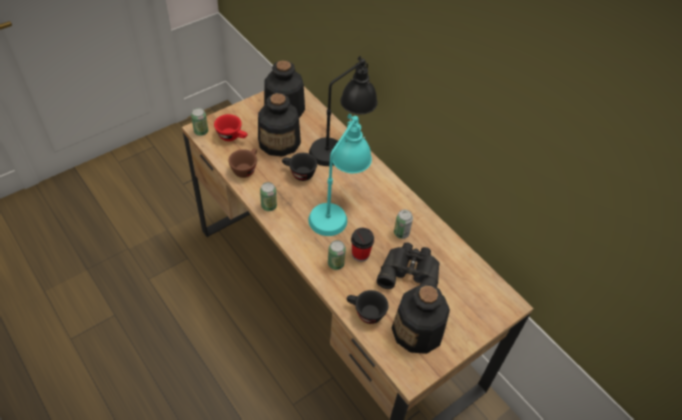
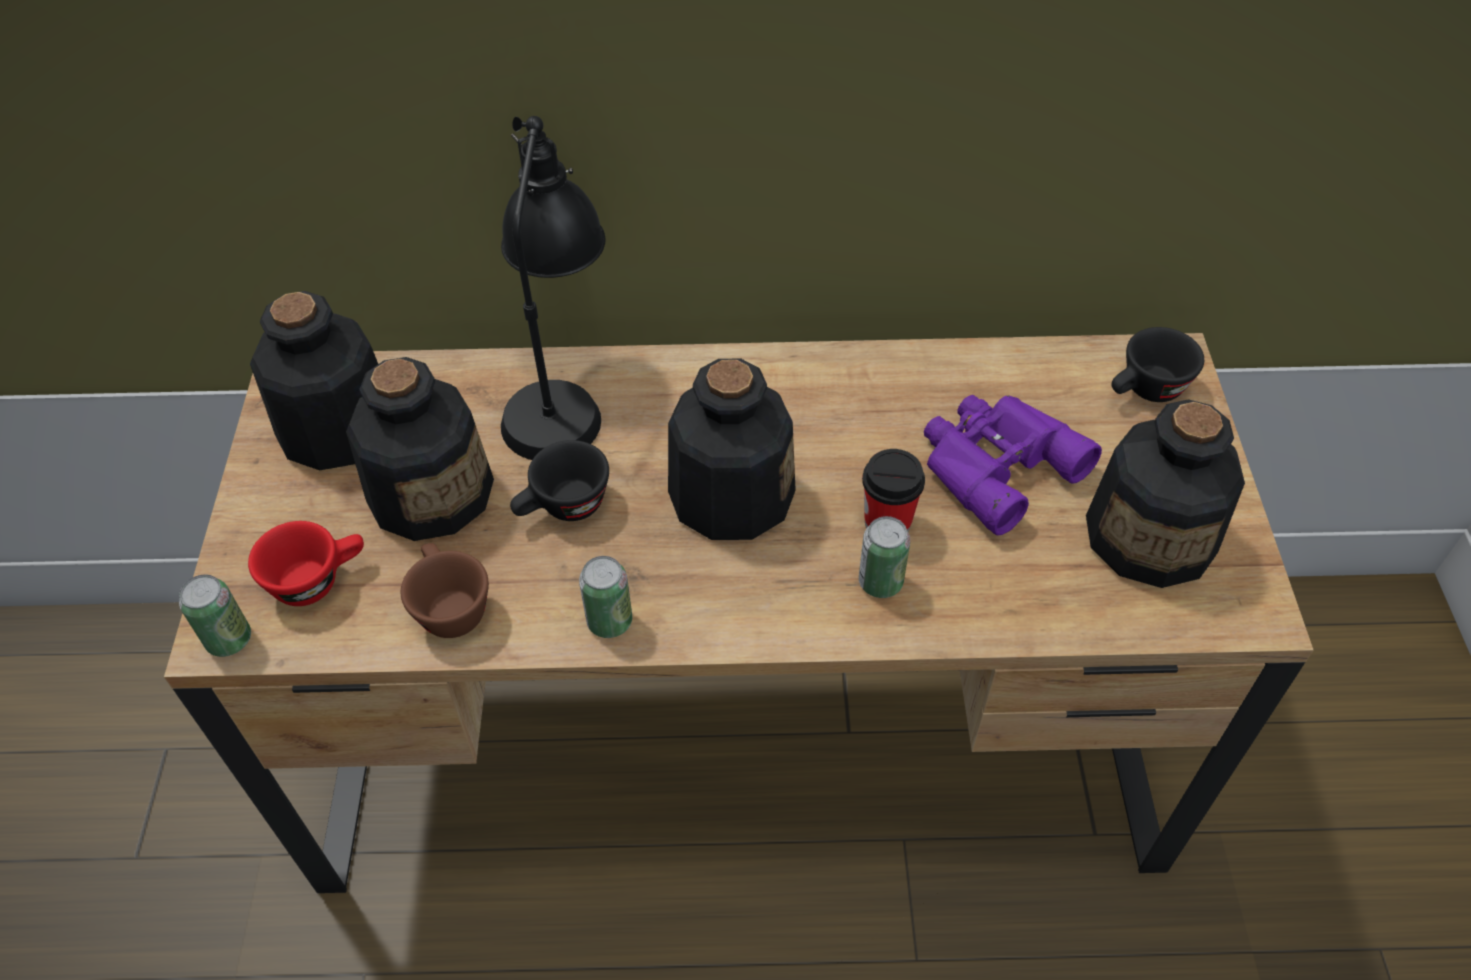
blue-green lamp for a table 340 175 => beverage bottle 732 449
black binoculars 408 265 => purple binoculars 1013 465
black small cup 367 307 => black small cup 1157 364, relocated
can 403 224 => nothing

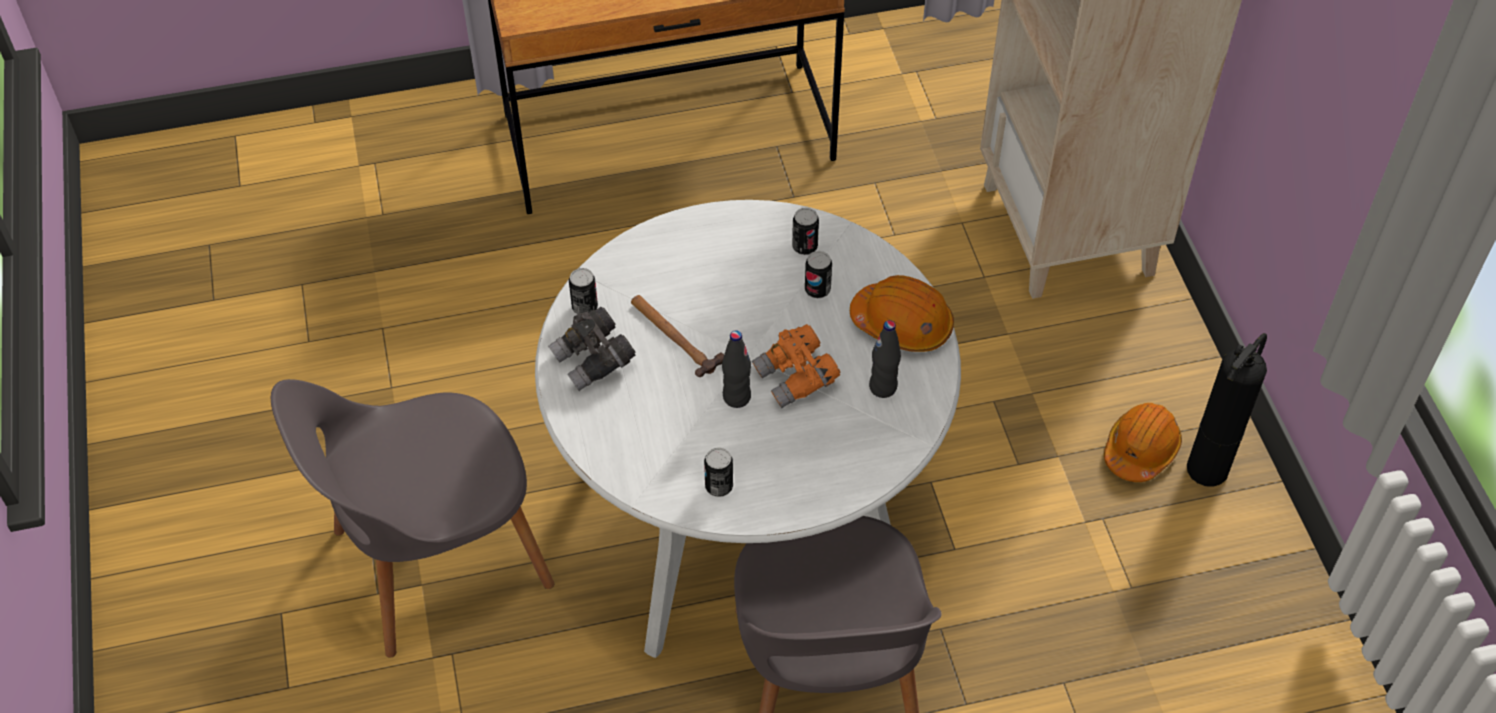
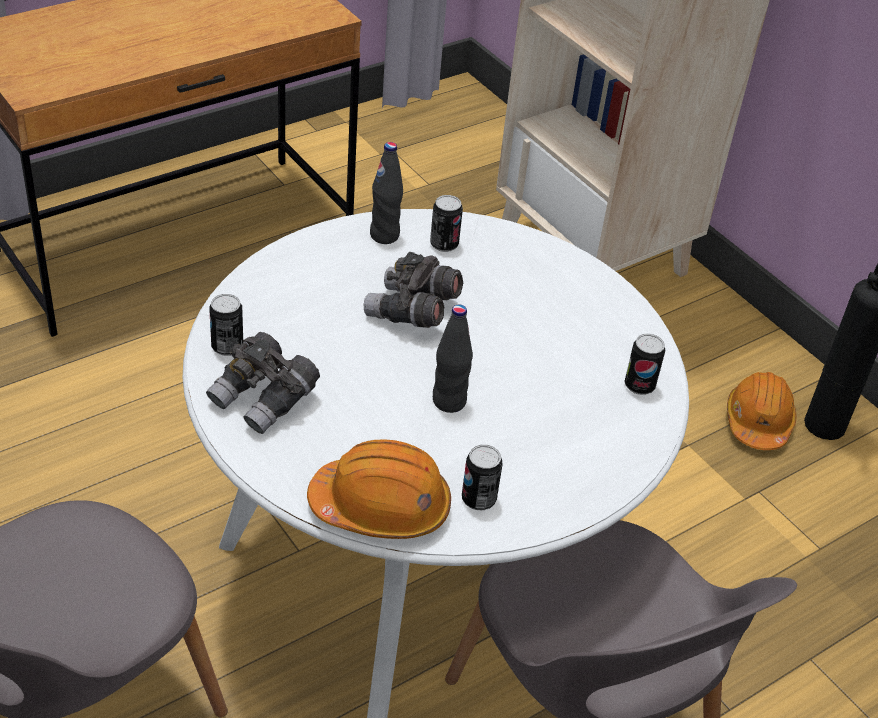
orangey hard hat 902 313 => orangey hard hat 379 489, relocated
nothing => greyish binoculars 413 290
black beverage bottle 885 359 => black beverage bottle 386 193, relocated
can 818 274 => can 644 364, relocated
tool hammer 677 336 => nothing
orangey binoculars 796 366 => nothing

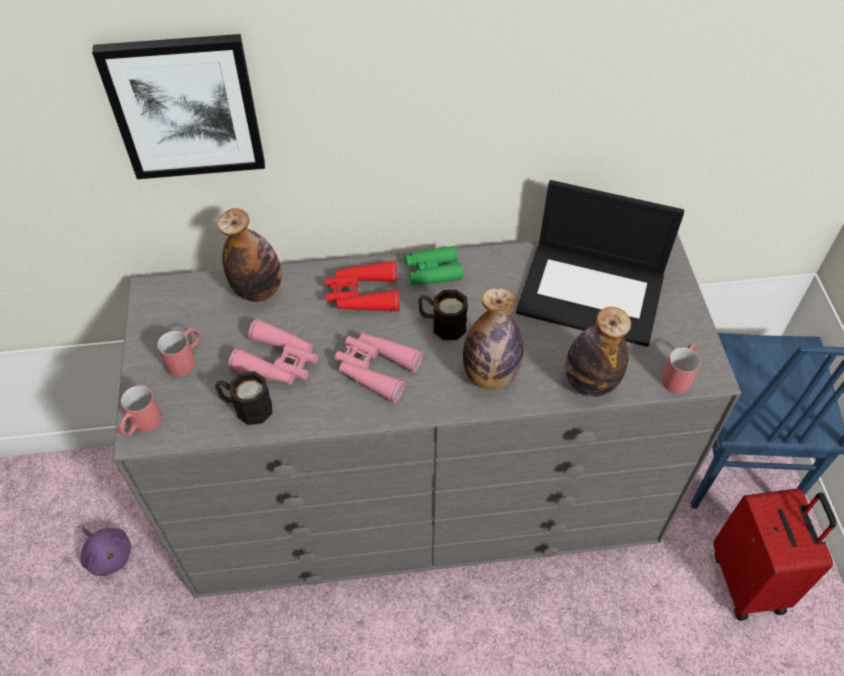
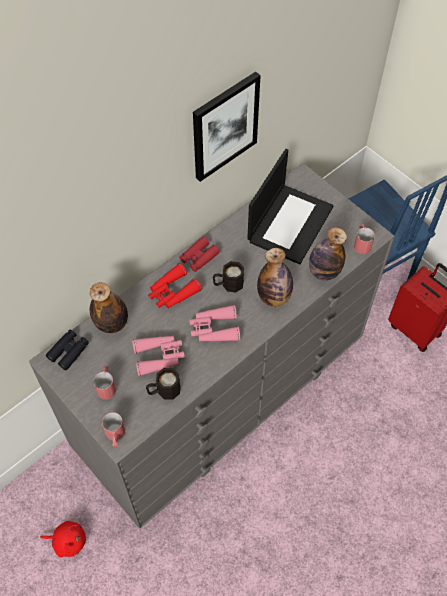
purple plush toy 105 551 => red-coloured plush toy 63 539
nothing => black binoculars 67 350
green-coloured binoculars 434 265 => red-coloured binoculars 199 254
picture 178 106 => picture 227 127, relocated
notebook computer 600 263 => notebook computer 290 206, 45 degrees counterclockwise

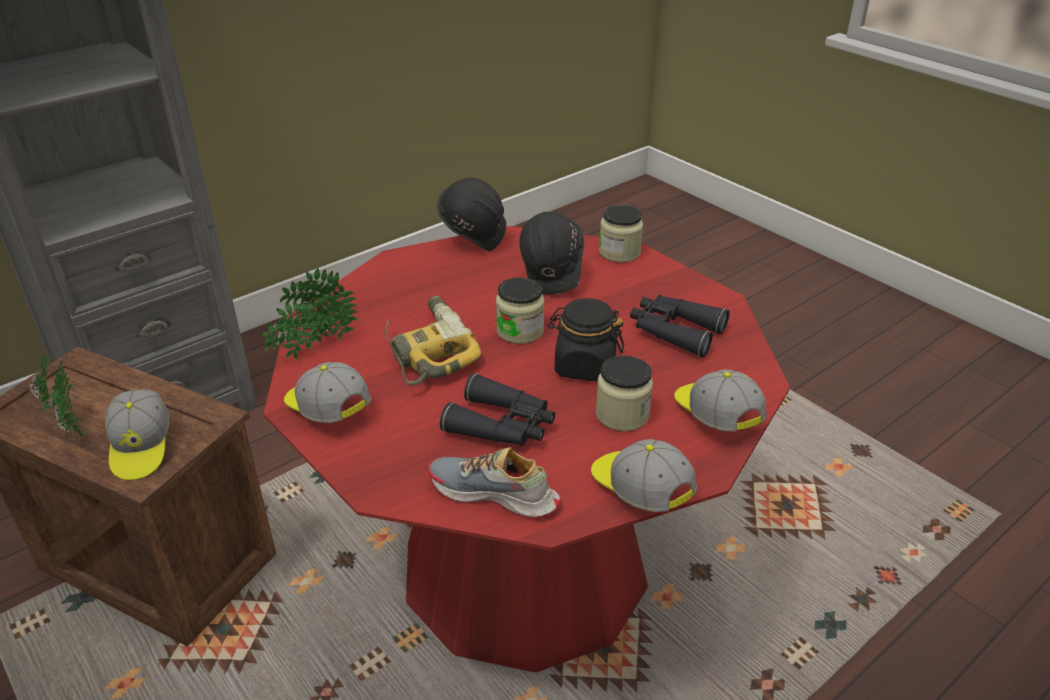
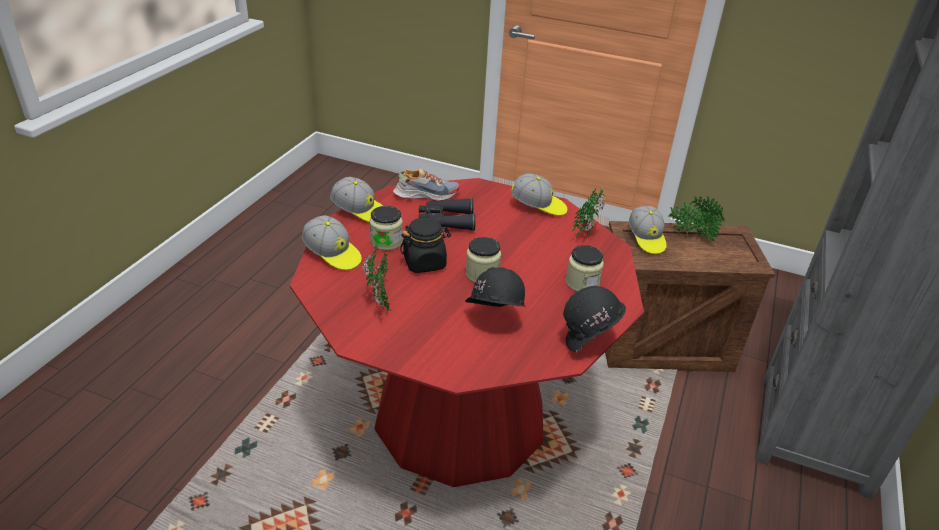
black binoculars 680 326 => houseplant 377 277
jar 621 233 => jar 585 268, relocated
baseball cap 137 435 => baseball cap 648 230, 150 degrees counterclockwise
drill 433 341 => nothing

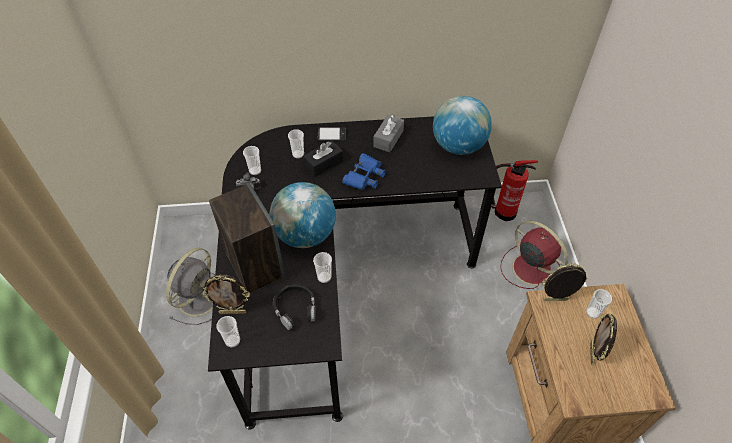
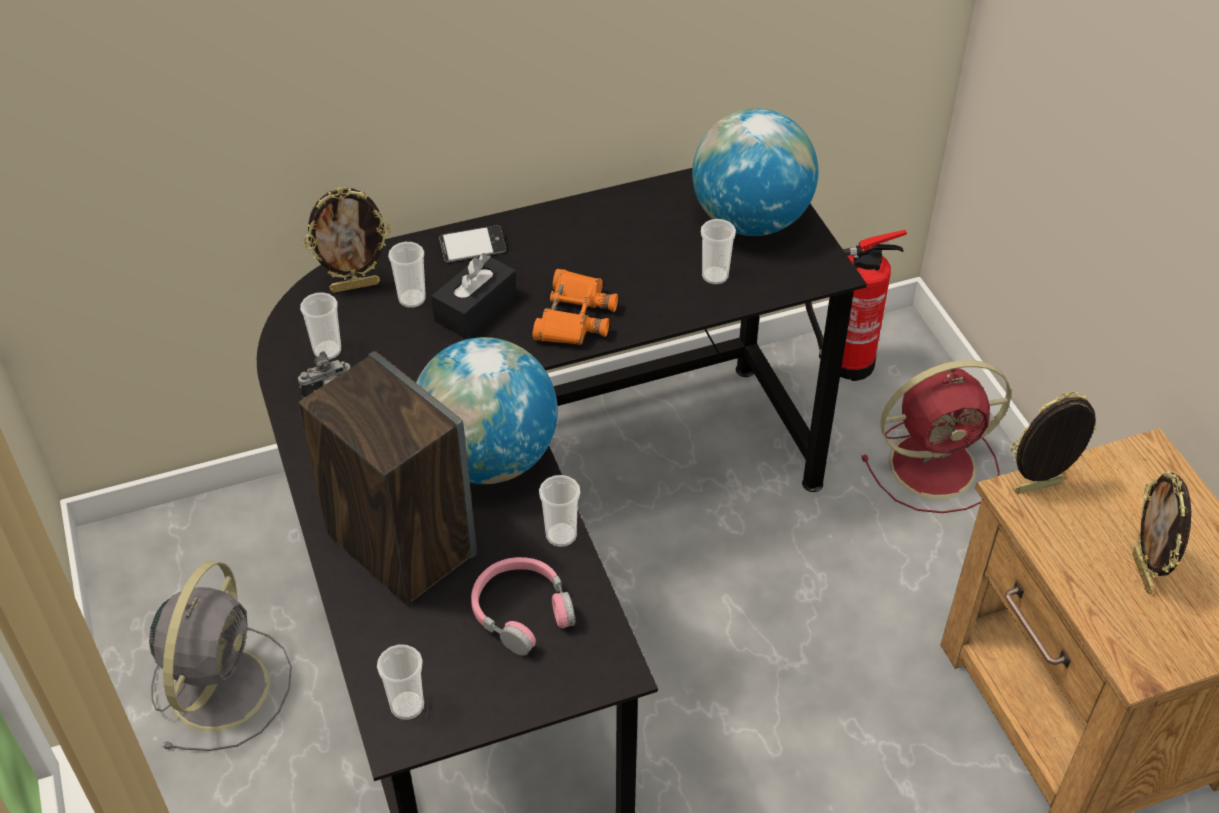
picture frame 225 294 => picture frame 347 240, relocated
black pair of headphones 294 307 => pinkish pair of headphones 523 606
bluish binoculars 364 171 => orangey binoculars 575 307
small cup 599 304 => small cup 718 252, relocated
red-coloured fan 534 255 => red-coloured fan 936 436, 135 degrees clockwise
greyish tissue box 388 133 => nothing

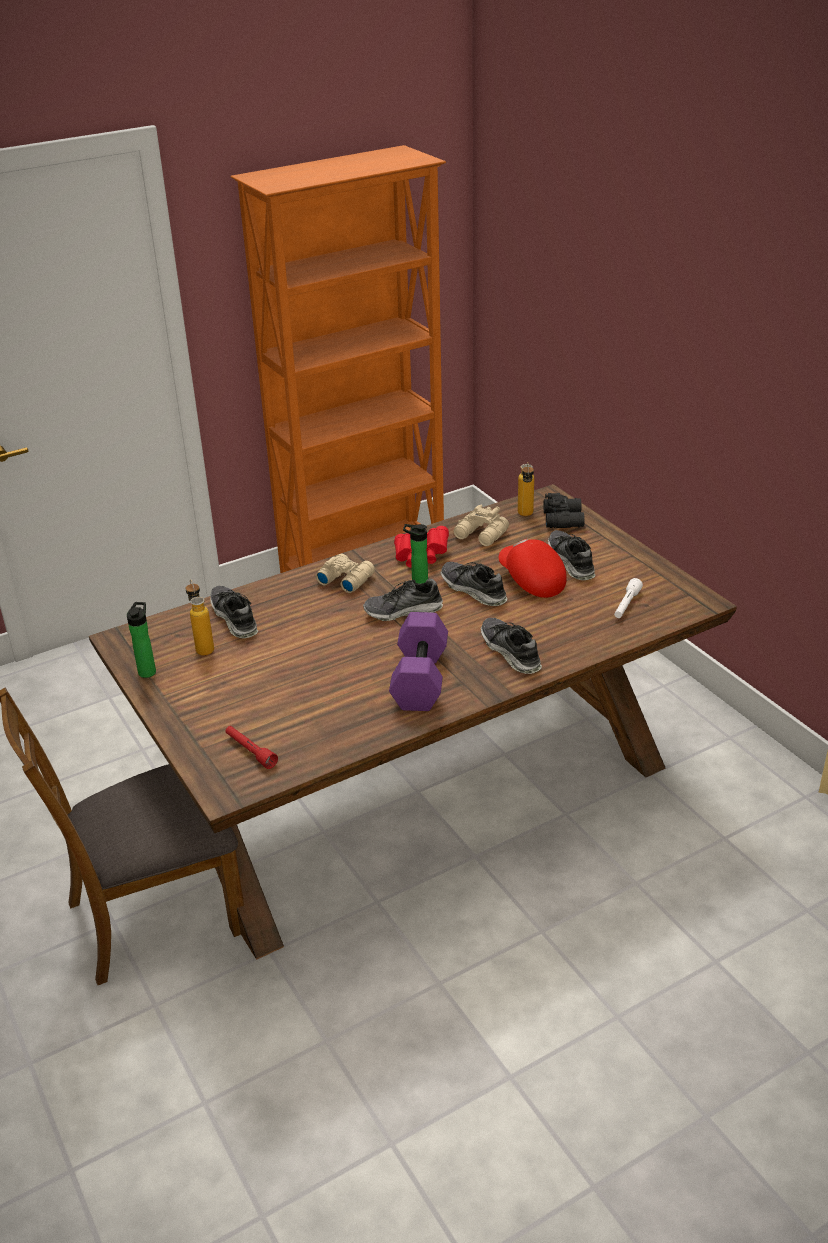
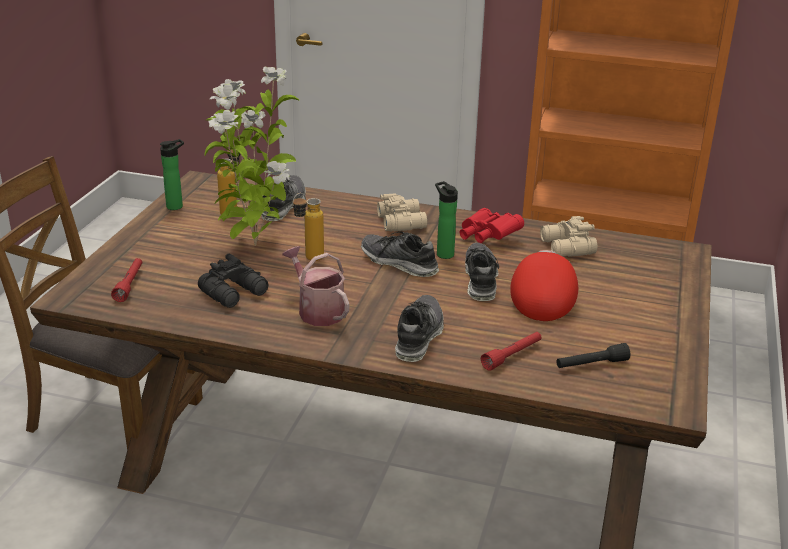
black binoculars 564 510 => black binoculars 233 280, relocated
nothing => houseplant 252 156
purple hand weight 418 661 => sprinkling can 315 286
beverage bottle 526 489 => beverage bottle 308 227, relocated
nothing => red-coloured torch 511 351
whitish torch 628 598 => black torch 593 355
item of footwear 571 555 => nothing

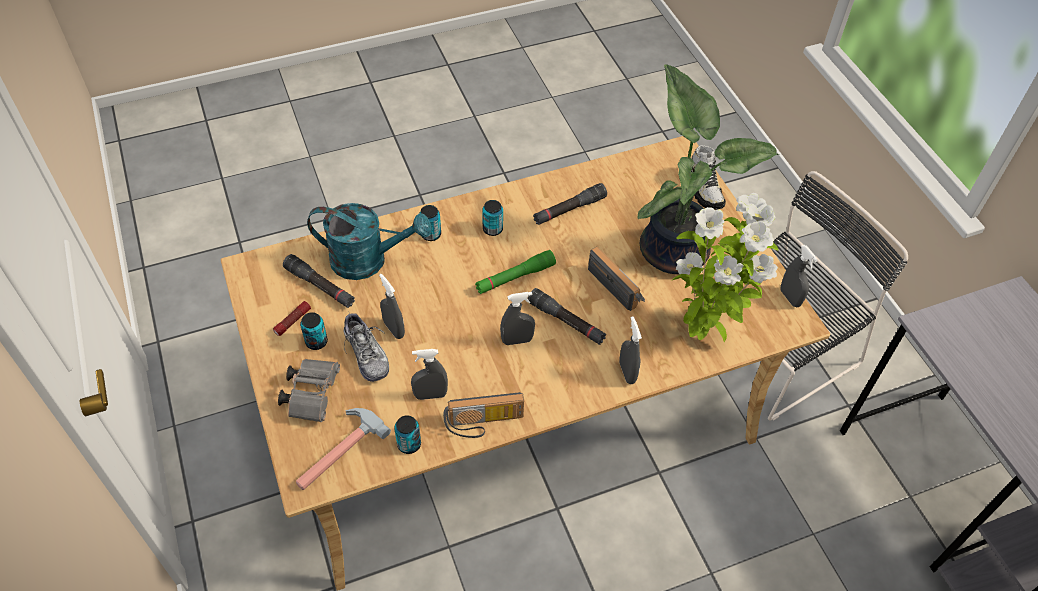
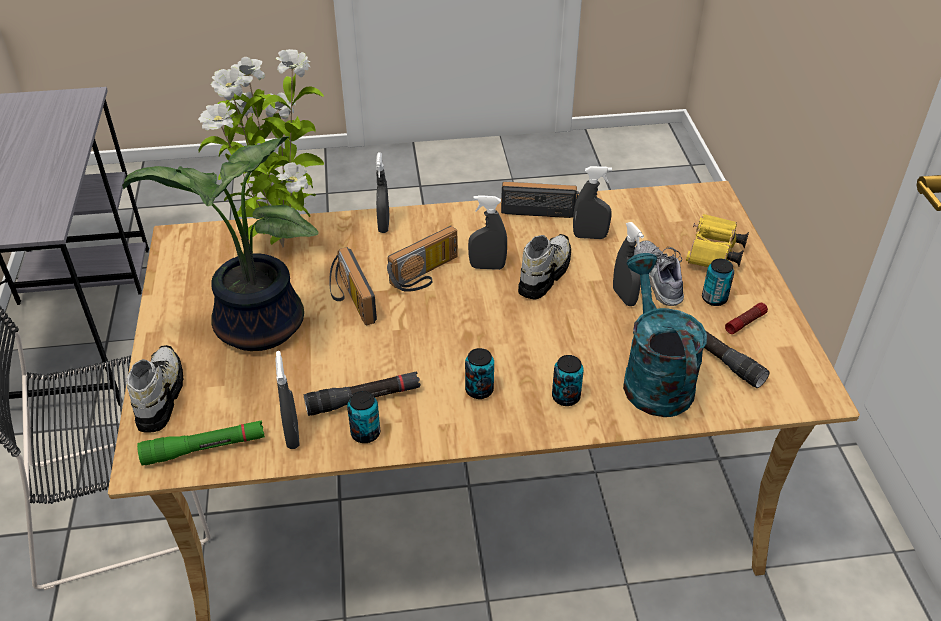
green-coloured torch 515 272 => green-coloured torch 201 443, relocated
greyish spray bottle 799 276 => greyish spray bottle 287 400, relocated
can 407 434 => can 363 417, relocated
black torch 567 316 => radio set 422 259
nothing => item of footwear 544 266
blue-green sprinkling can 369 241 => blue-green sprinkling can 665 335, 60 degrees clockwise
greyish binoculars 309 390 => yellow binoculars 717 240
tool hammer 343 449 => nothing

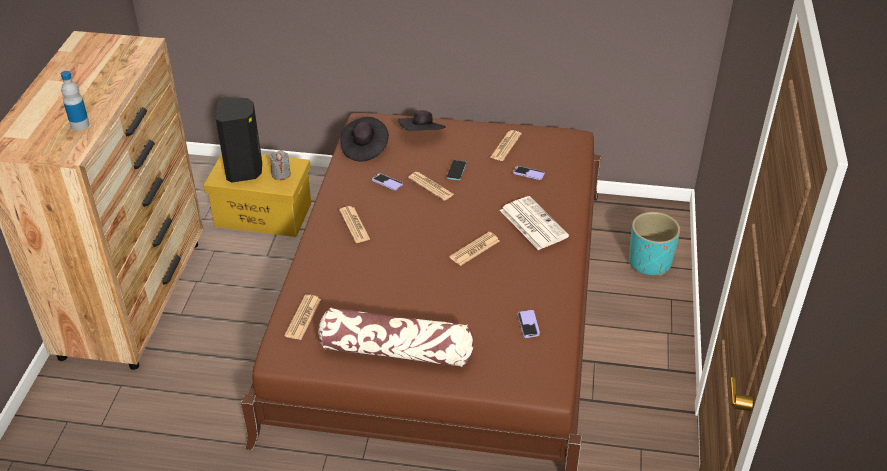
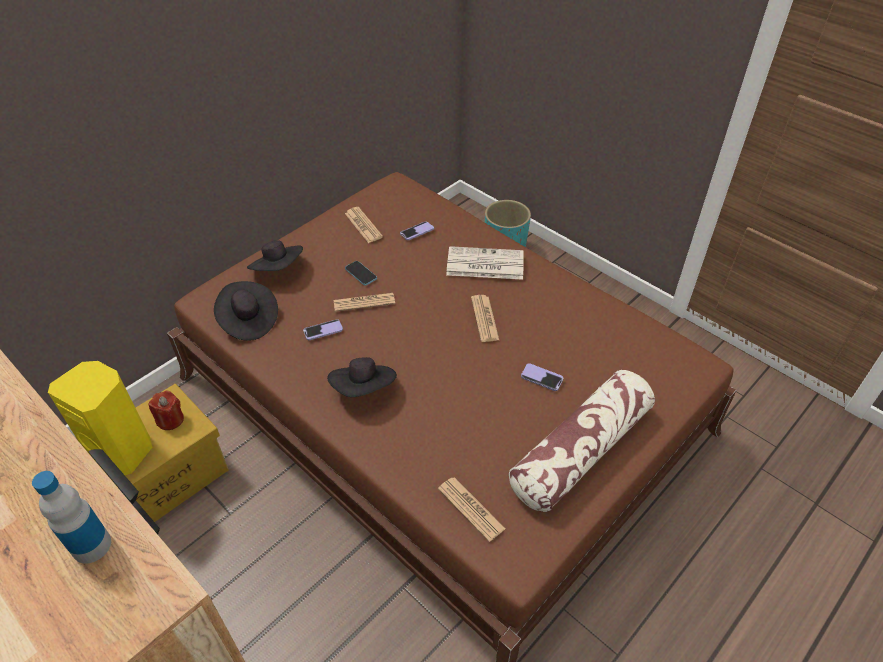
black loudspeaker 239 139 => yellow loudspeaker 100 418
greyish wax candle 280 165 => red-coloured wax candle 166 410
printed paper 355 224 => black hat 362 377
handset 529 324 => handset 542 377, relocated

